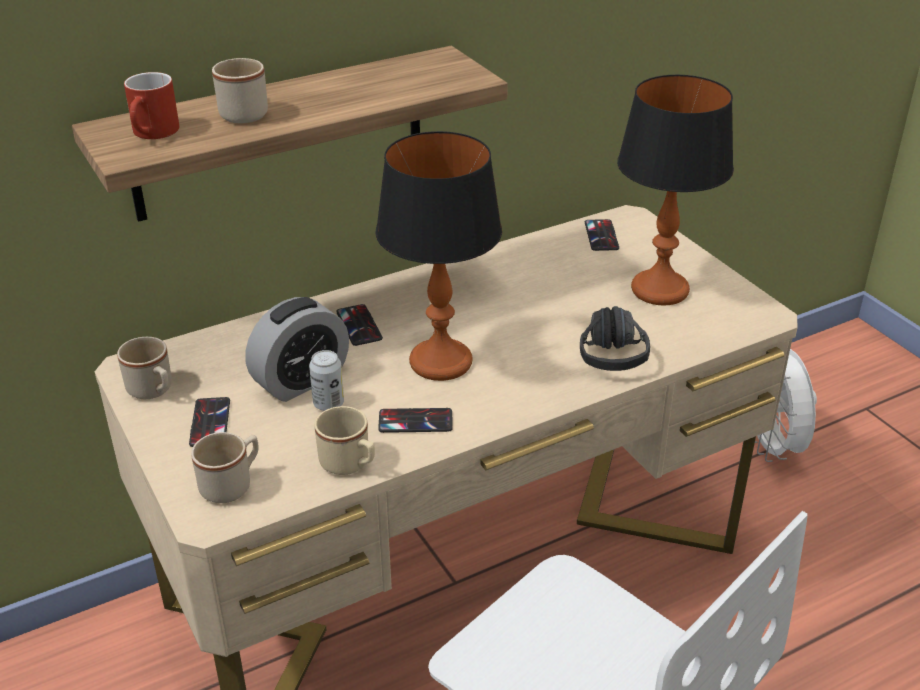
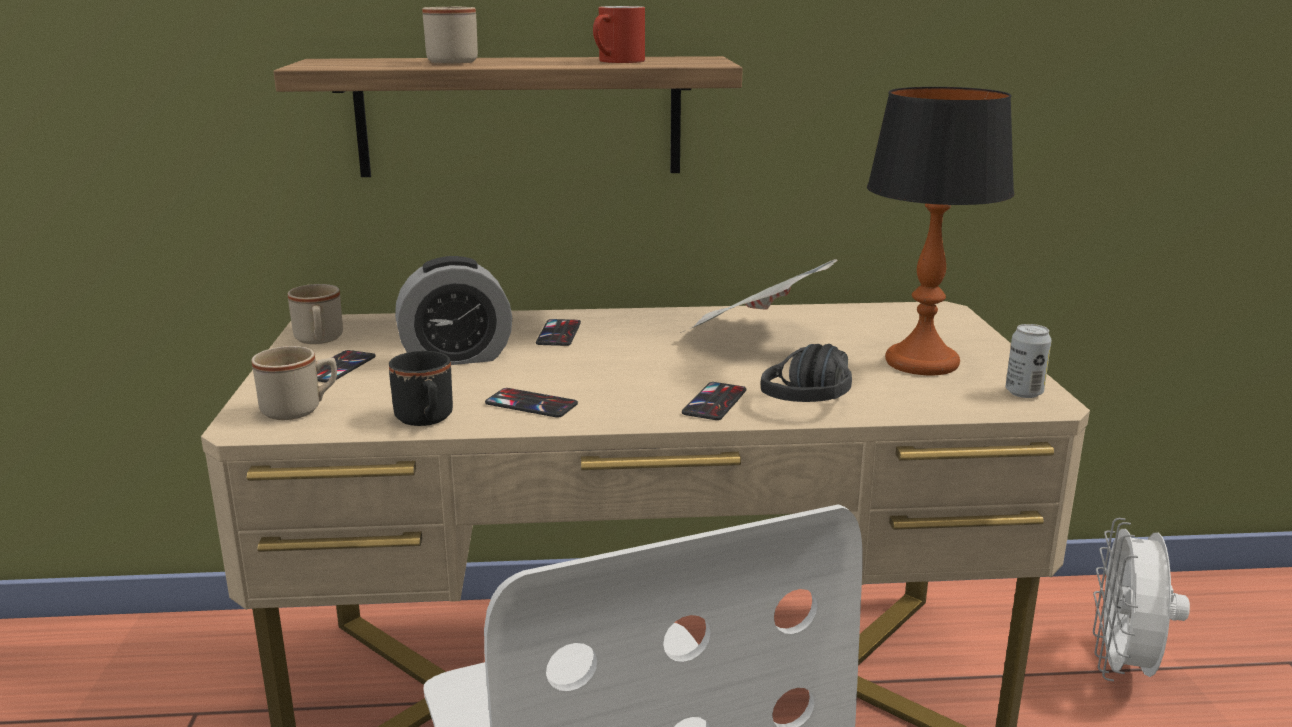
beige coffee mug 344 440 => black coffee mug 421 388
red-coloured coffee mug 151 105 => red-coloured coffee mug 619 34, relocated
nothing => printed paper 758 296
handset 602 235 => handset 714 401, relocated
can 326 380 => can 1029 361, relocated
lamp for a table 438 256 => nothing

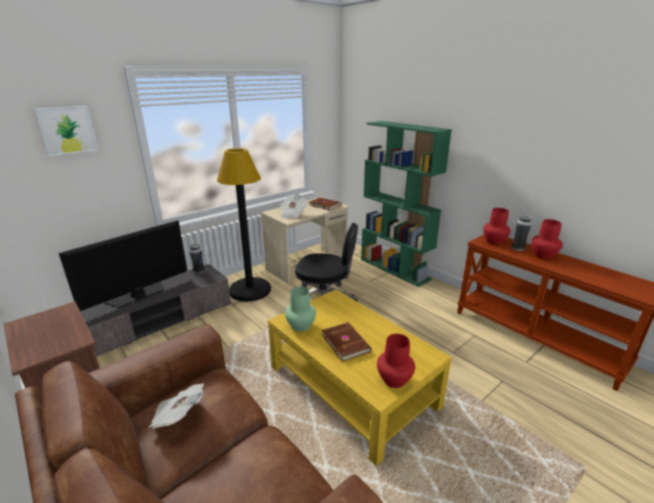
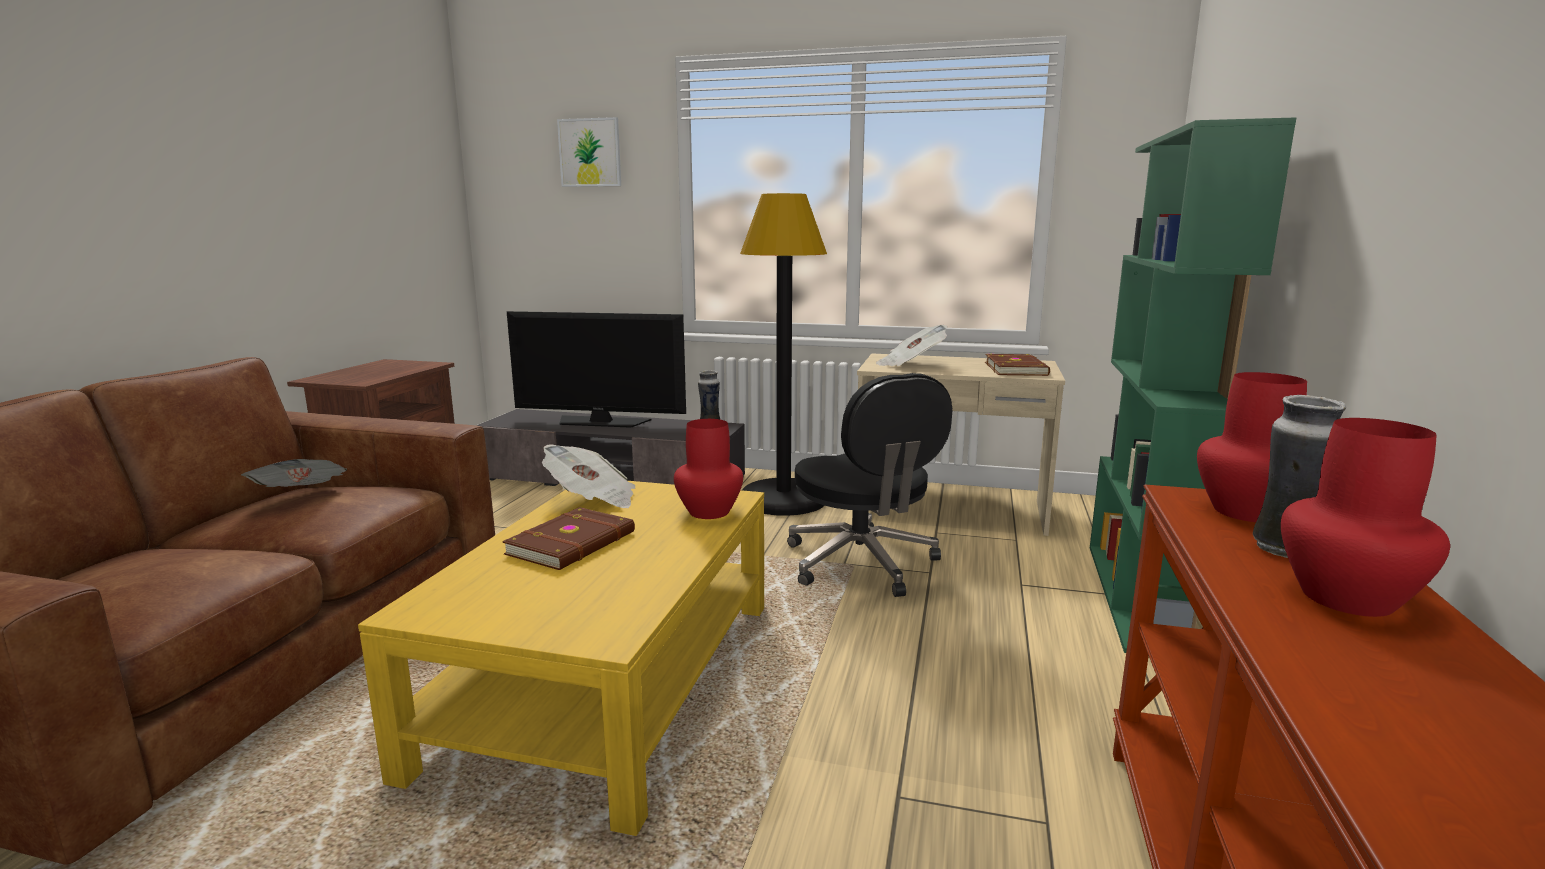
green-coloured flower vase 300 309 => printed paper 588 476
red-coloured flower vase 396 361 => red-coloured flower vase 708 469, relocated

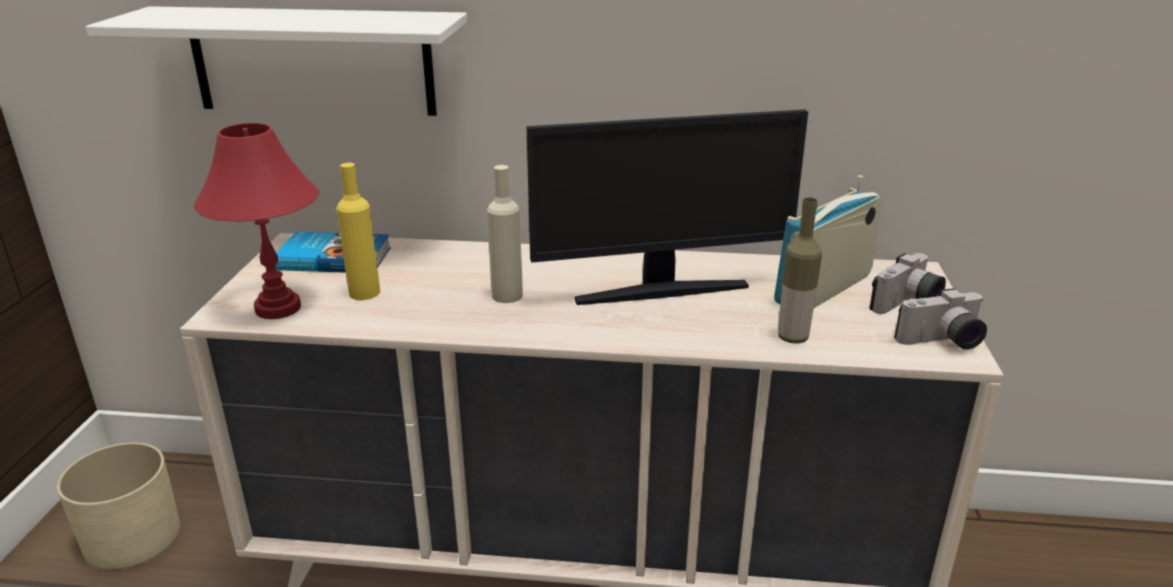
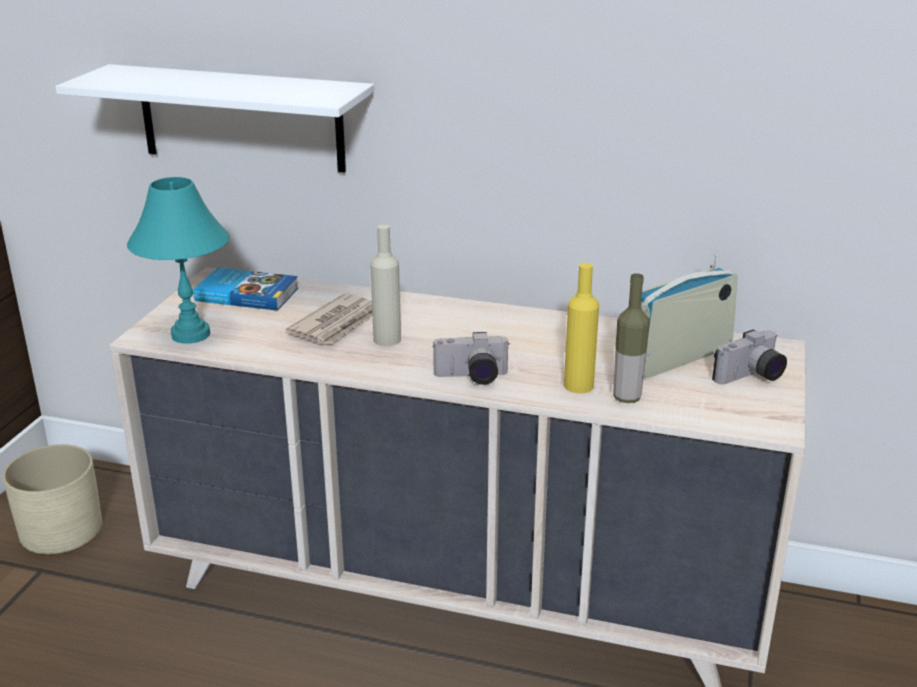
red-coloured lamp for a table 256 221 => blue-green lamp for a table 178 260
nothing => printed paper 329 318
photo camera 940 319 => photo camera 471 358, relocated
yellow beverage bottle 358 231 => yellow beverage bottle 581 328, relocated
monitor 667 207 => nothing

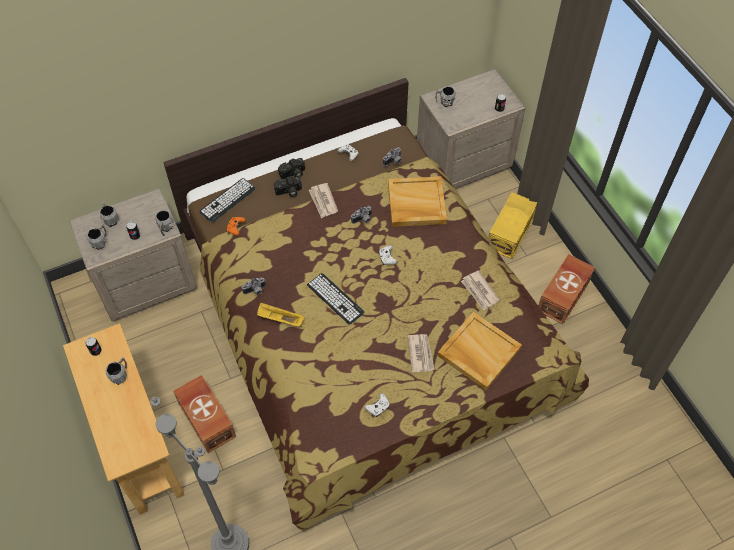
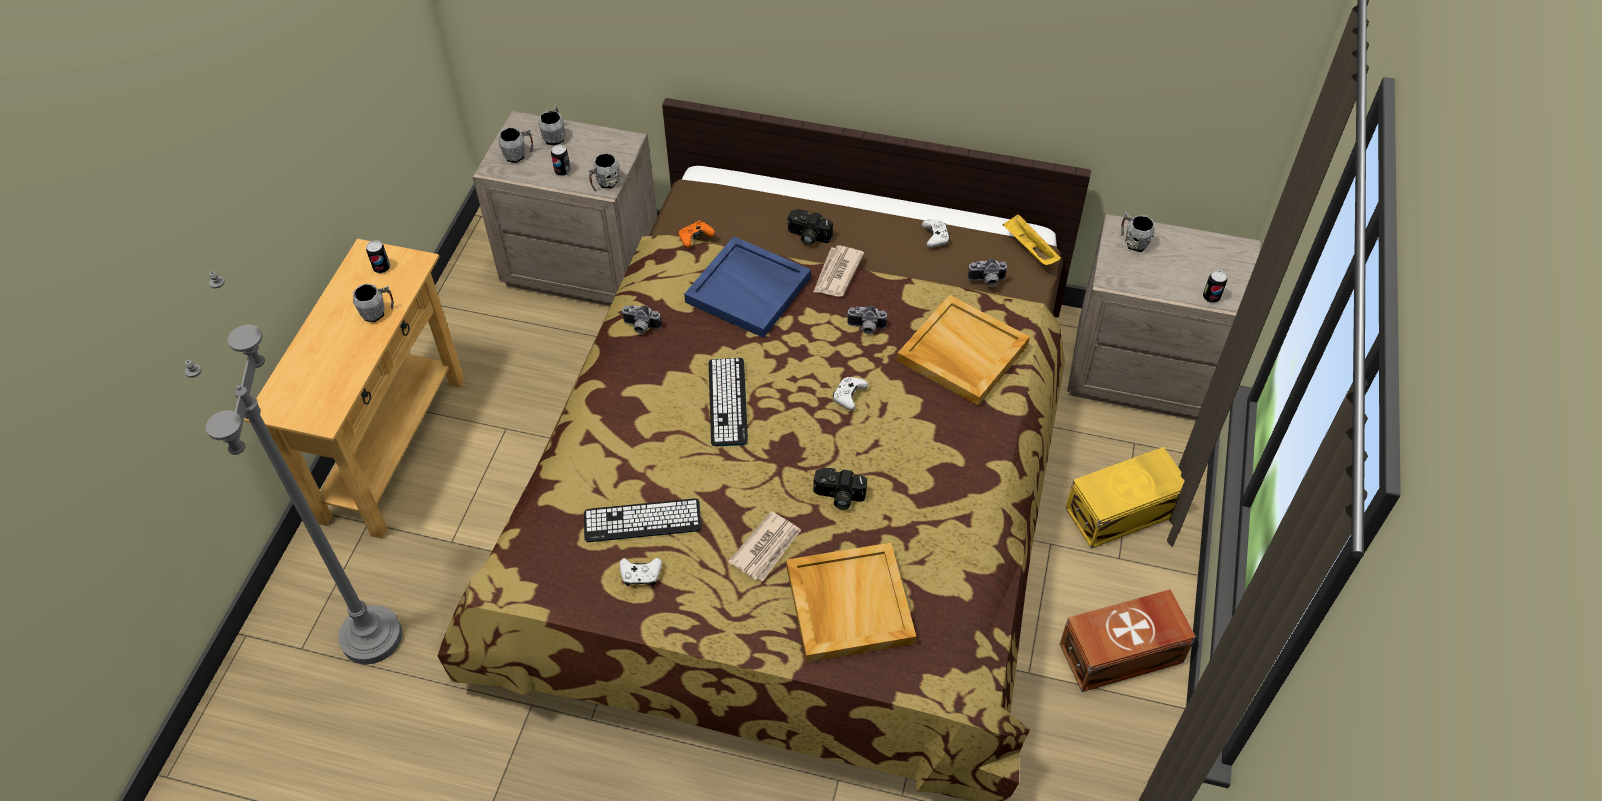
computer keyboard 227 200 => computer keyboard 643 520, relocated
nothing => bluish tray 747 287
photo camera 291 168 => photo camera 840 488, relocated
yellow tray 280 314 => yellow tray 1032 239, relocated
brownish storage box 204 414 => nothing
printed paper 480 290 => nothing

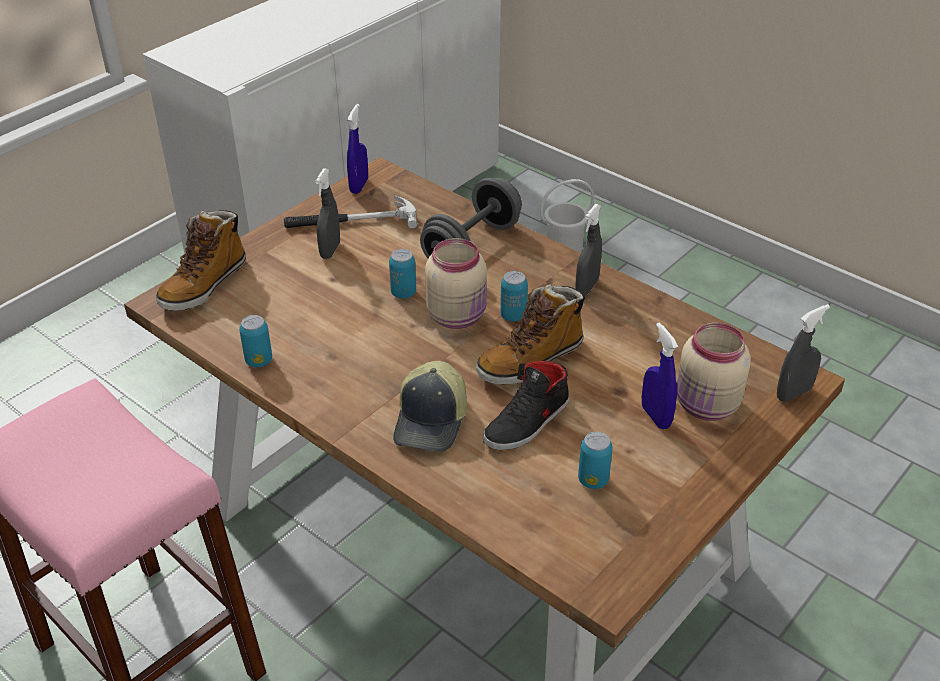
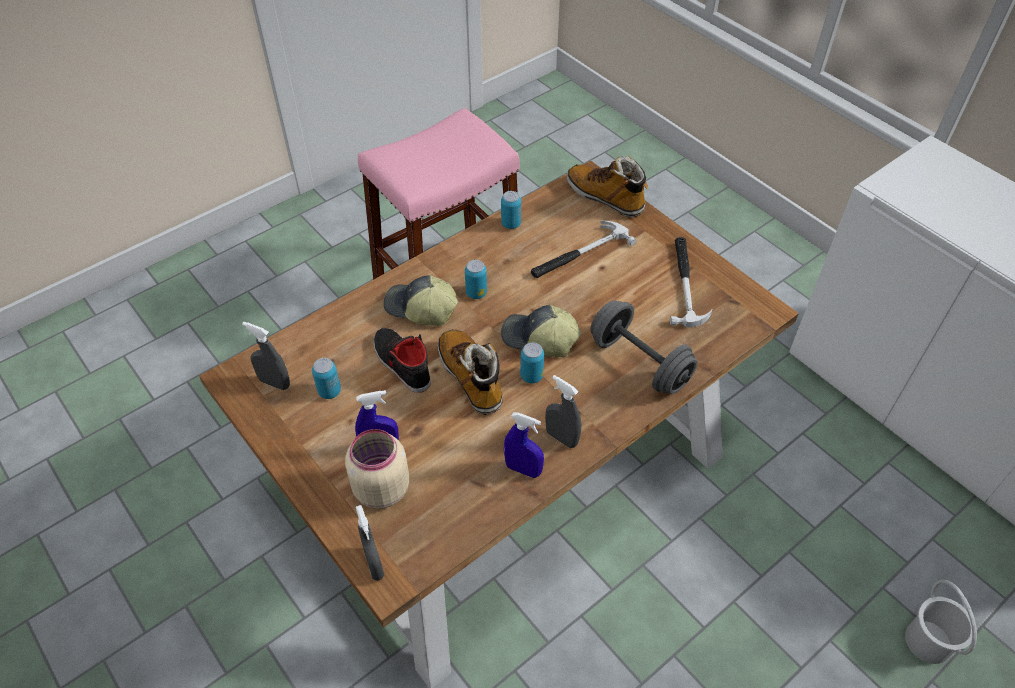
greyish spray bottle 327 213 => greyish spray bottle 266 356, relocated
can 402 273 => can 476 279, relocated
beige jar 456 283 => baseball cap 541 331
bluish spray bottle 357 149 => bluish spray bottle 524 445, relocated
nothing => tool hammer 584 249

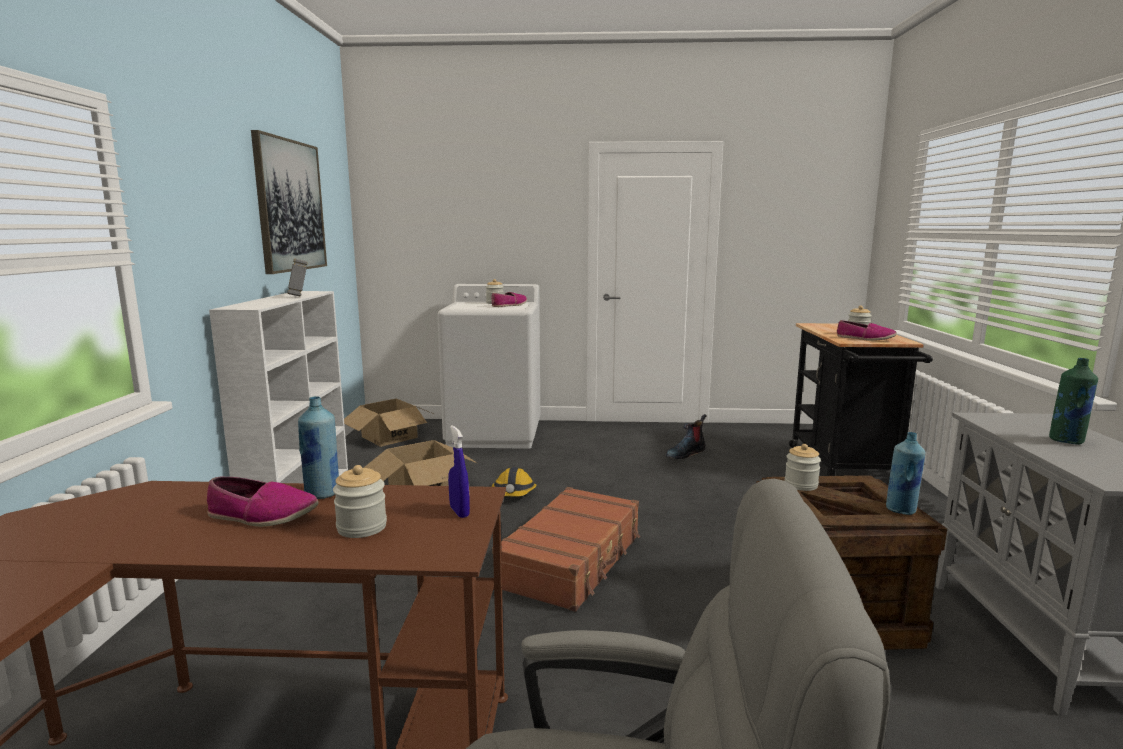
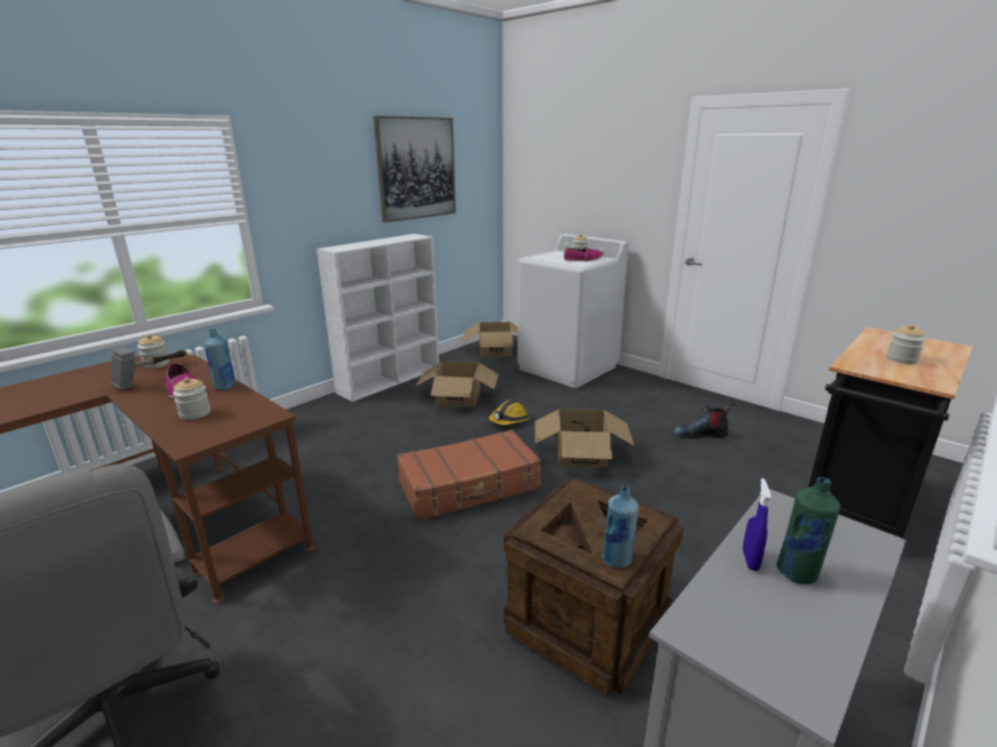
tool hammer 297 277 => tool hammer 149 368, relocated
jar 803 467 => jar 153 351, relocated
nothing => cardboard box 584 438
bluish spray bottle 459 471 => bluish spray bottle 757 524, relocated
item of footwear 867 330 => nothing

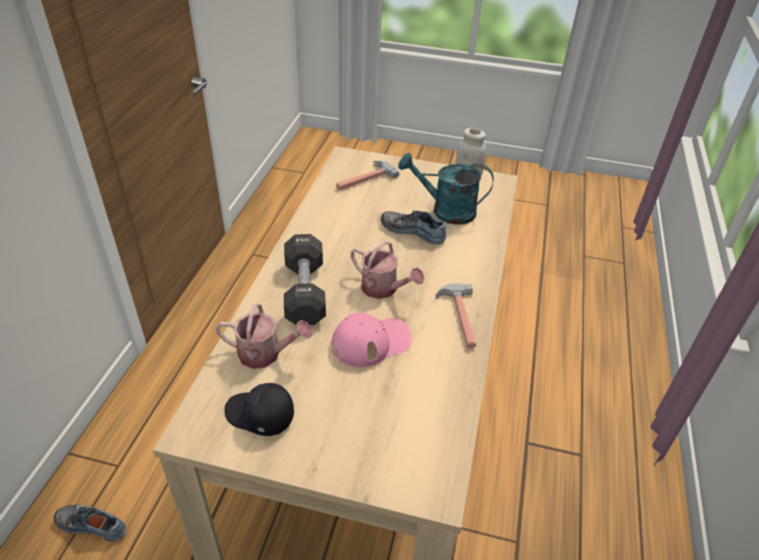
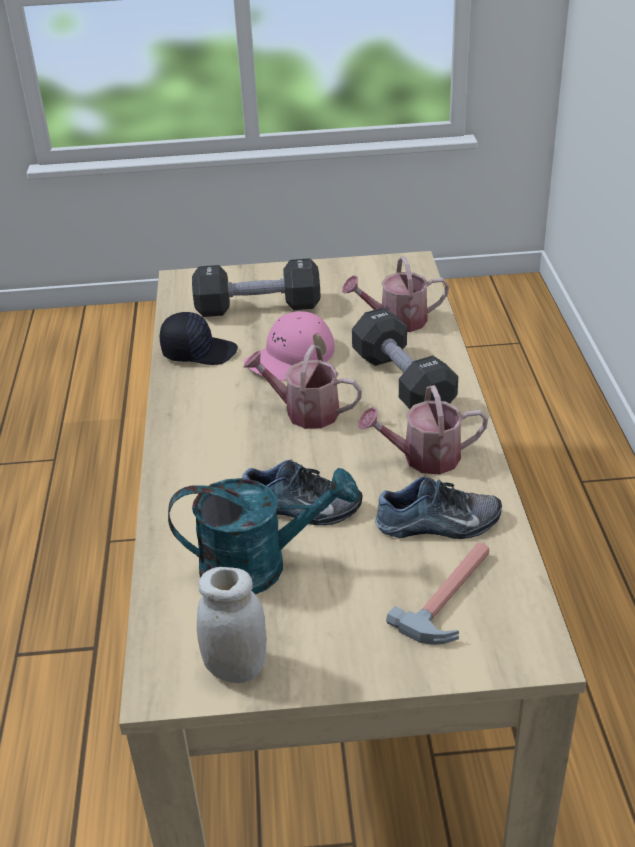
black baseball cap 259 409 => black baseball cap 199 338, relocated
nothing => black hand weight 256 287
nothing => sprinkling can 423 429
item of footwear 90 523 => item of footwear 438 507, relocated
tool hammer 455 315 => nothing

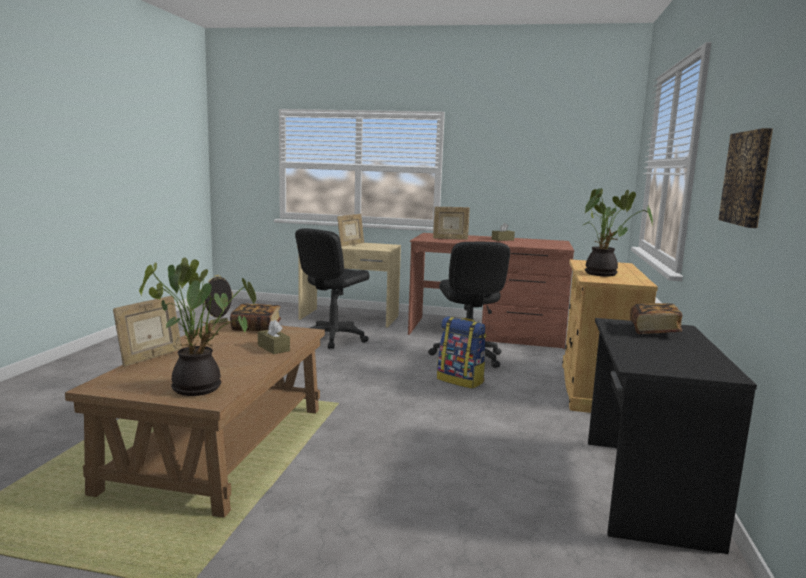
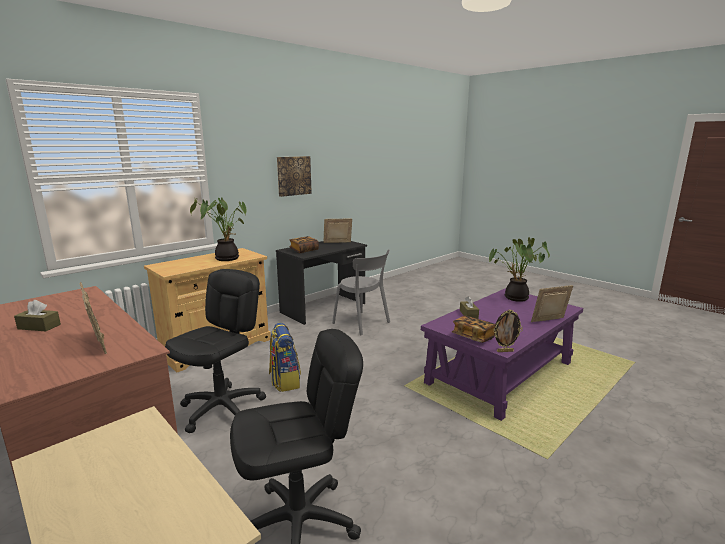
picture frame 350 230 => picture frame 337 231, relocated
nothing => greyish upright chair 361 292
brownish lounge table 195 419 => purple lounge table 502 354

